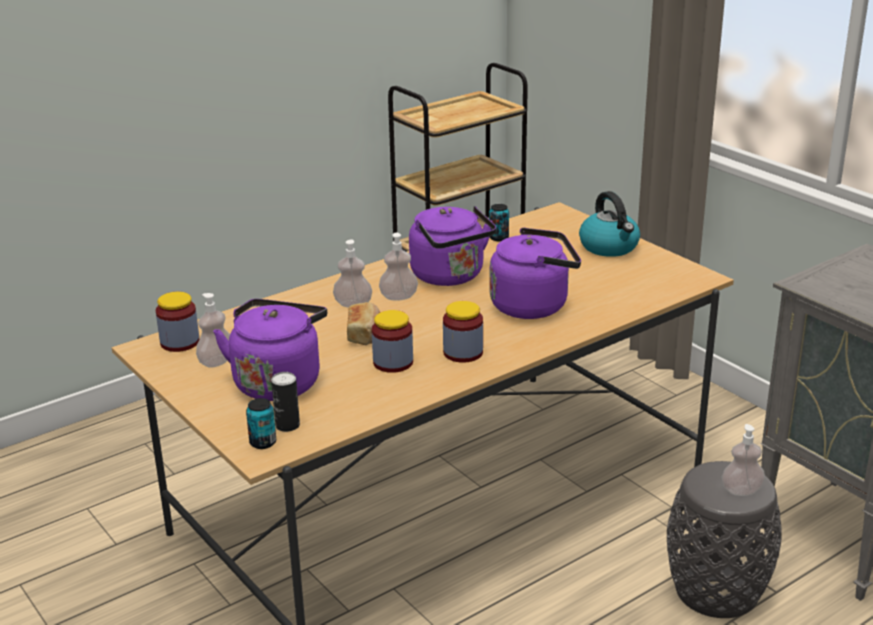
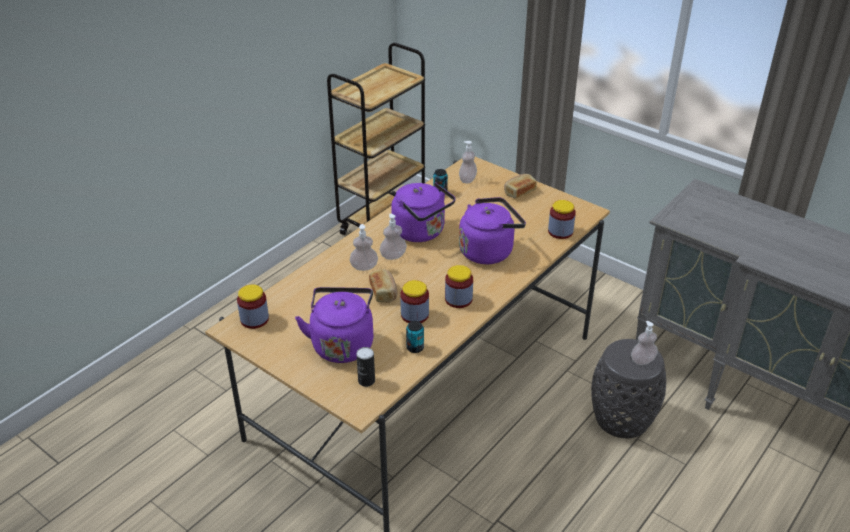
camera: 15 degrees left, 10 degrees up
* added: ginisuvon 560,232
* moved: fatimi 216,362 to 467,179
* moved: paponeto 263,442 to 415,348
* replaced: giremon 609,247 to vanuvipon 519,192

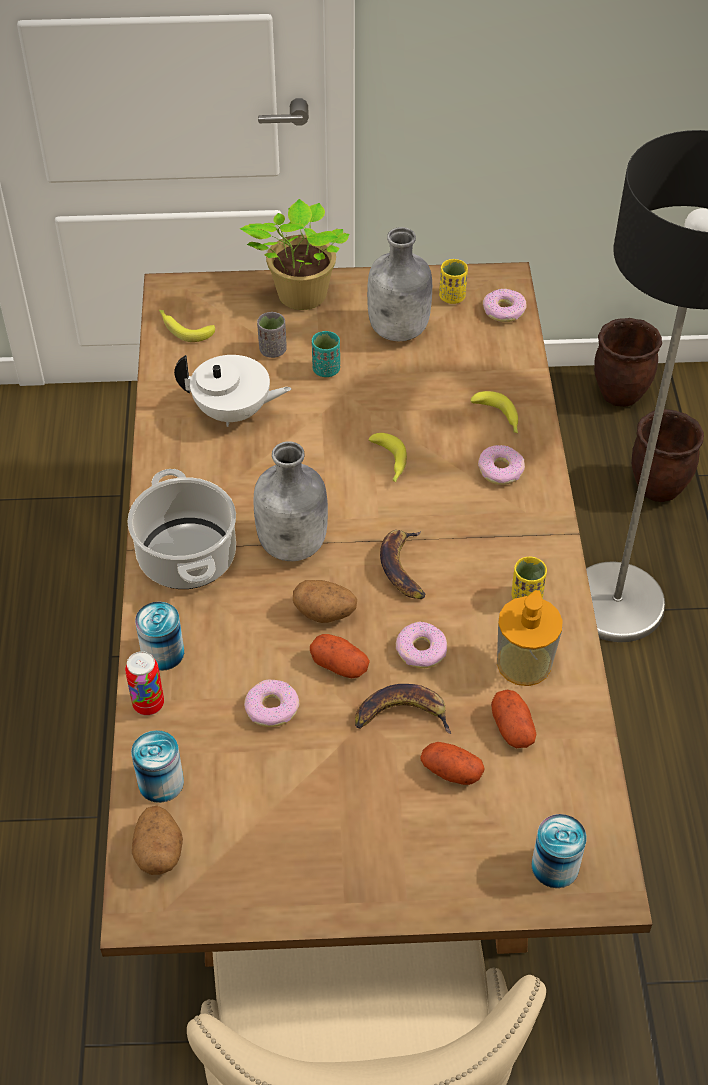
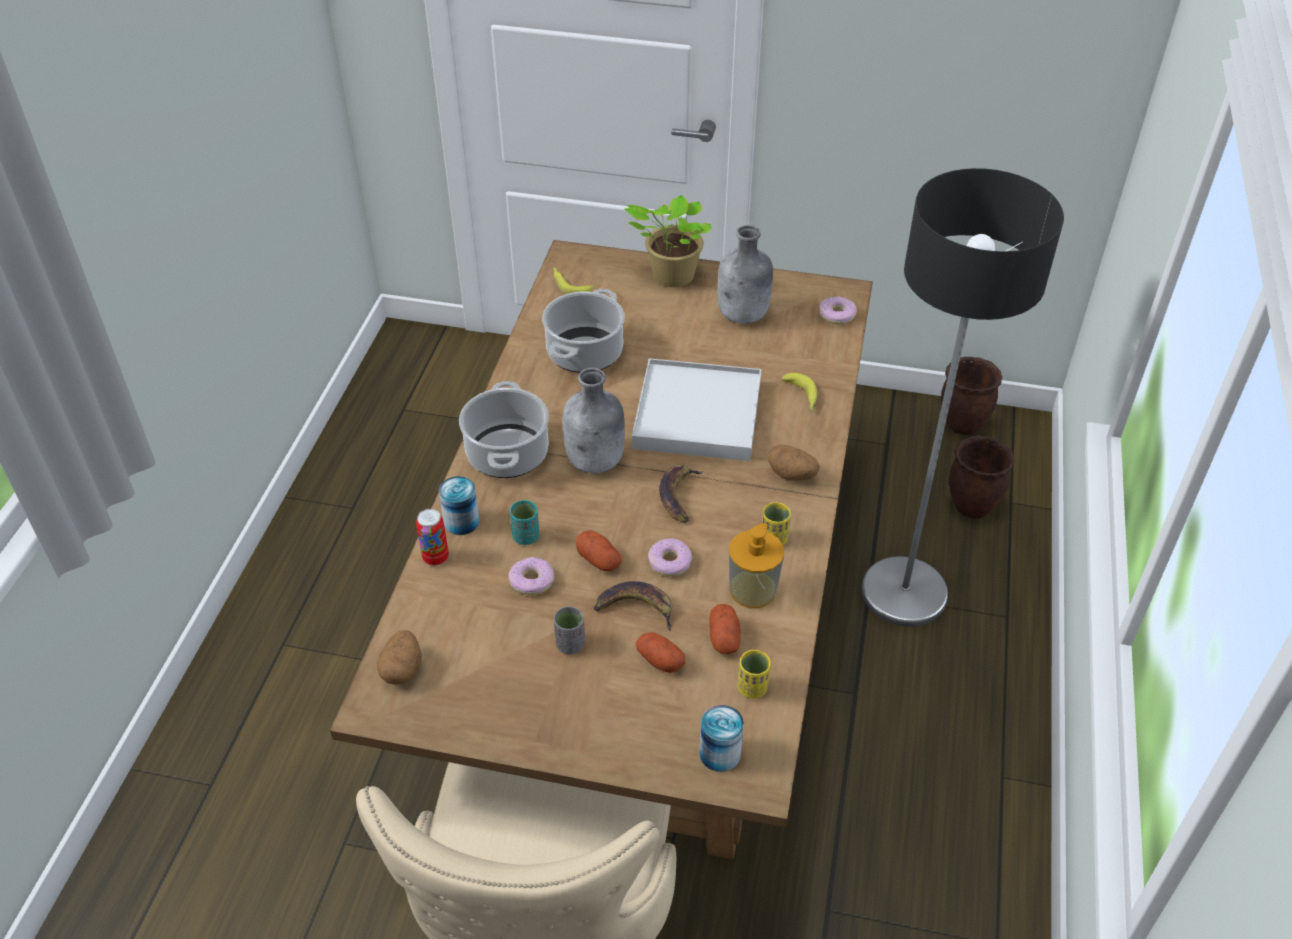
camera: 15 degrees right, 5 degrees down
* removed: paponeto 161,782
* removed: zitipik 500,470
* moved: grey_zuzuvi 272,350 to 570,644
* moved: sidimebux 325,613 to 792,475
* moved: turquoise_zuzuvi 326,370 to 526,536
* moved: yellow_zuzuvi 452,297 to 752,688
* replaced: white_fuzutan 233,412 to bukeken 585,354
* replaced: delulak 389,463 to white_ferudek 697,414

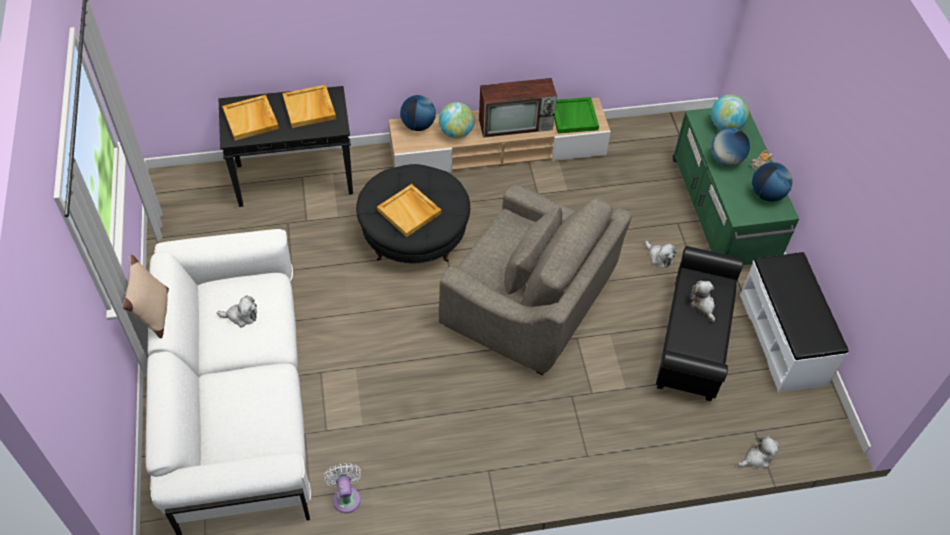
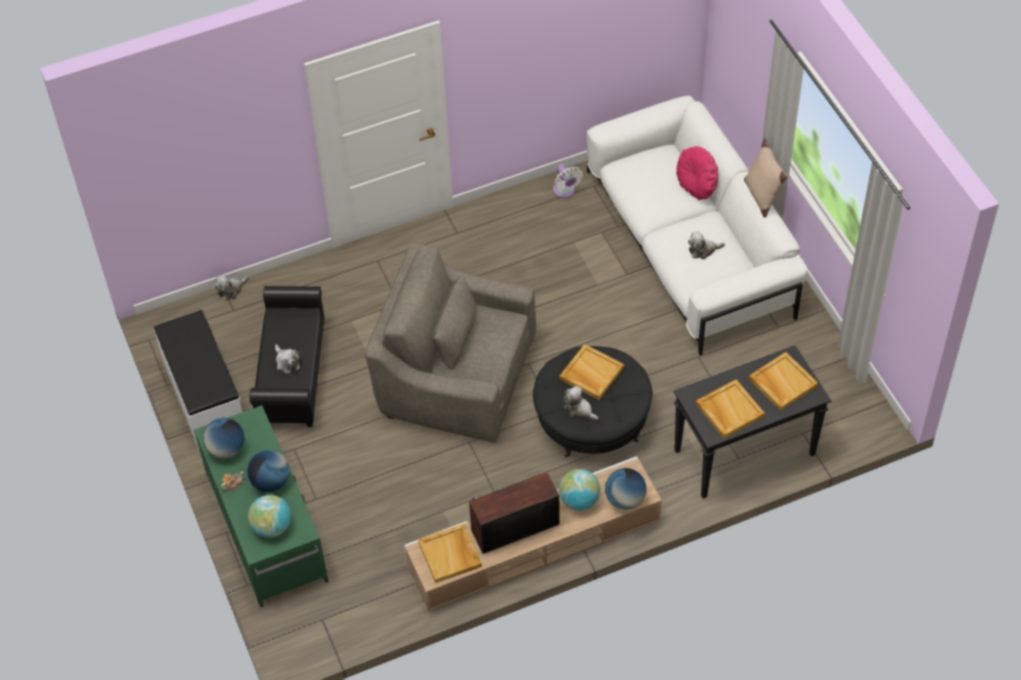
camera: 170 degrees right, 0 degrees up
* added: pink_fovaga 696,188
* moved: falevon 659,257 to 579,410
* recoloured: green_ferudek 573,116 to beige_ferudek 450,555

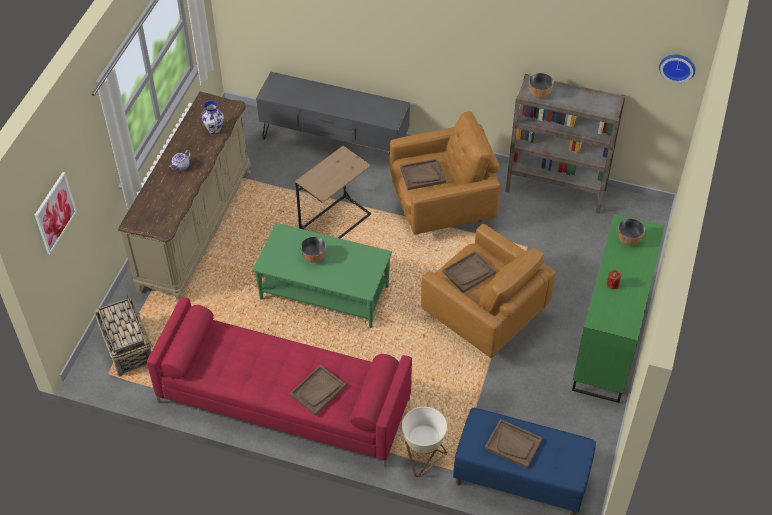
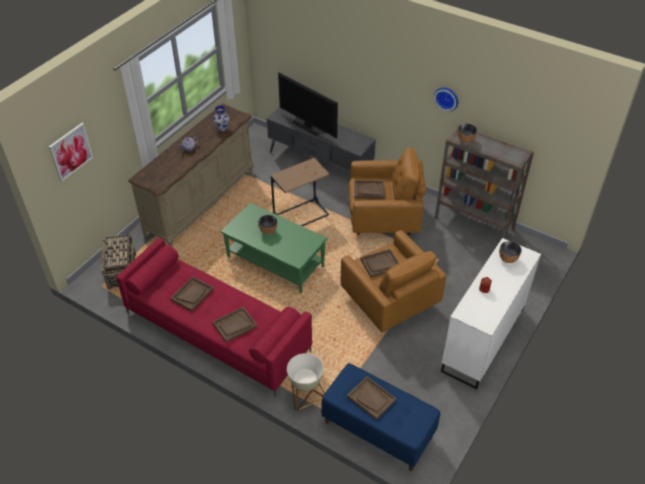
camera: 15 degrees right, 5 degrees down
* added: brown_ferudek 192,294
* added: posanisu 308,126
* moved: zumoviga 677,66 to 447,98
* recoloured: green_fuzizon 610,340 to white_fuzizon 484,340

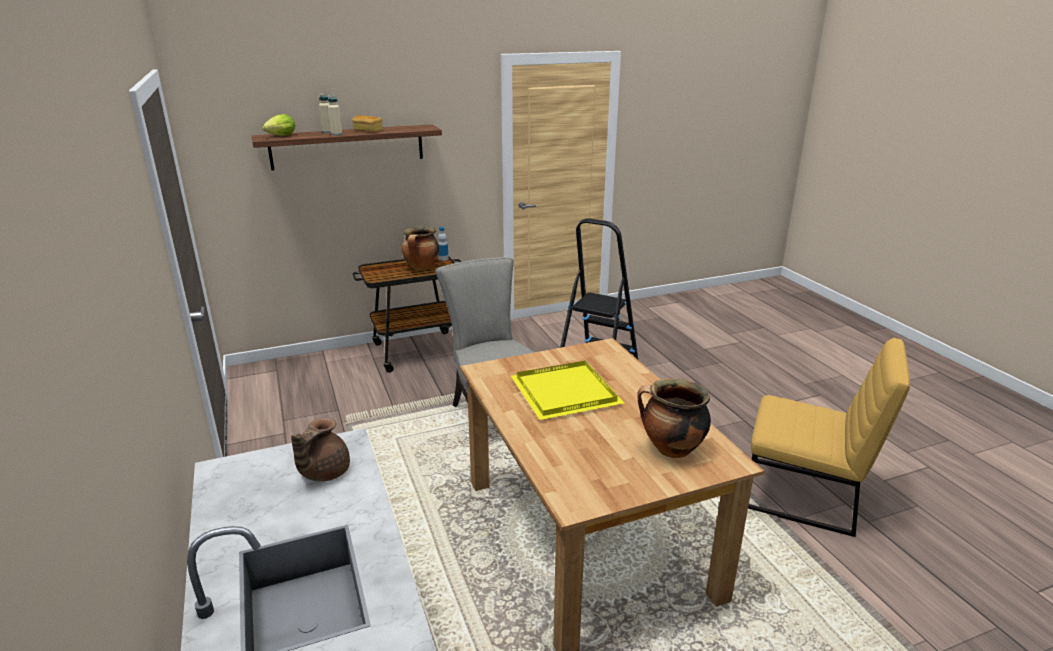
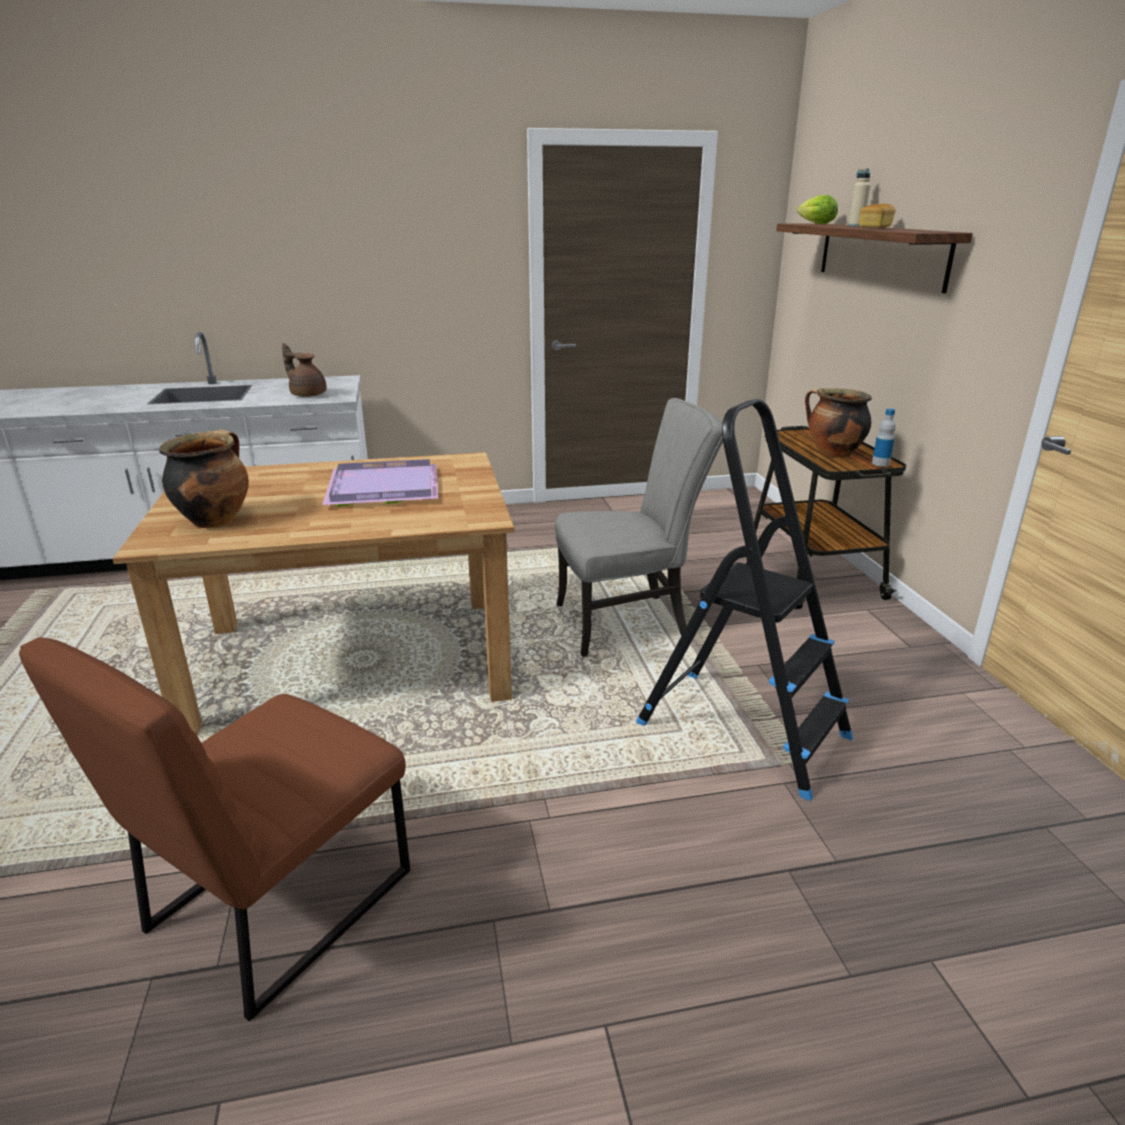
camera: 100 degrees right, 0 degrees up
* removed: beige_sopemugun 336,134
* recoloured: yellow_ferudek 563,392 to purple_ferudek 386,487
* recoloured: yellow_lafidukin 804,497 to brown_lafidukin 274,904

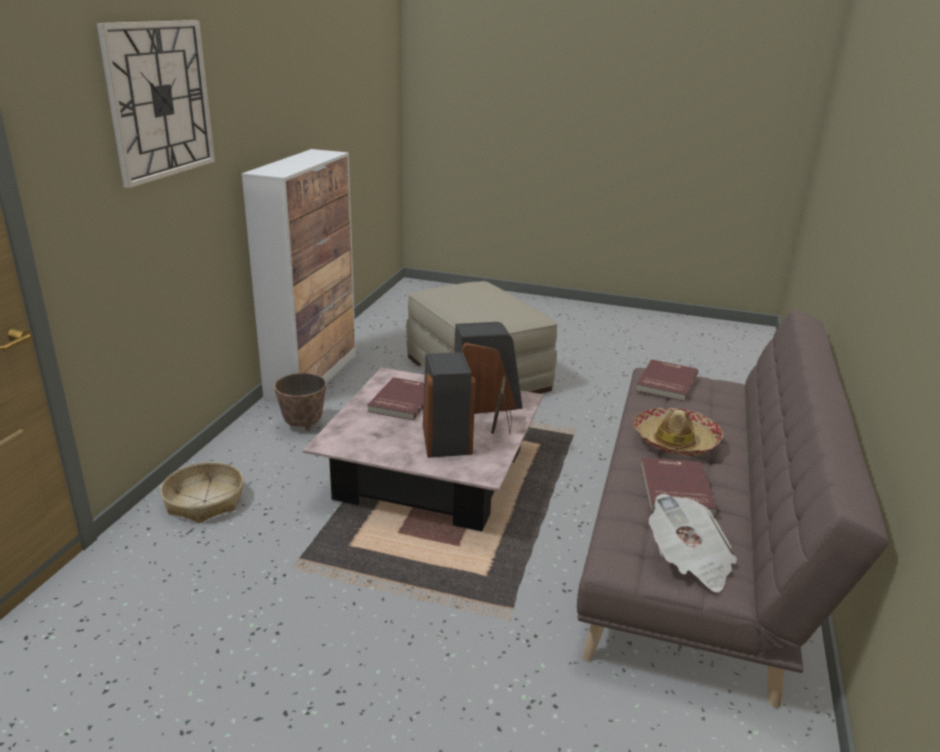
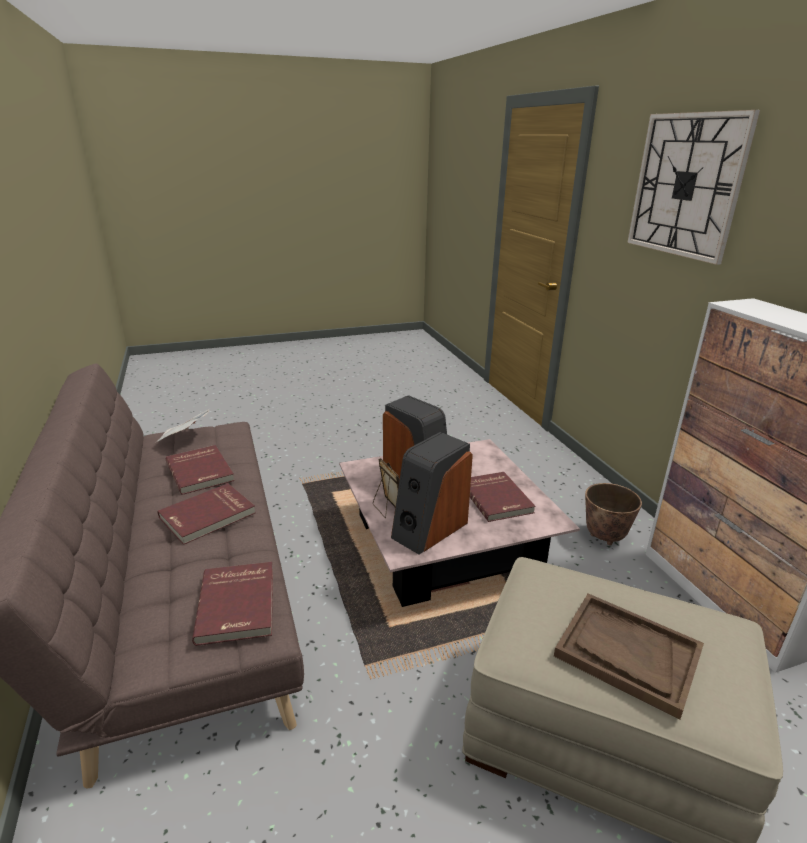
camera: 145 degrees right, 0 degrees up
* removed: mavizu 205,501
* added: brown_ferudek 627,654
* replaced: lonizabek 675,440 to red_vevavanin 208,516

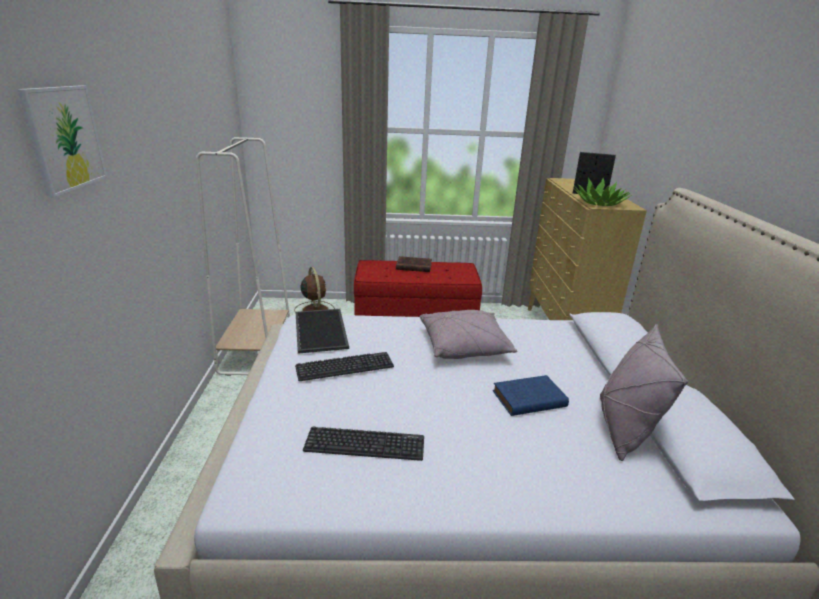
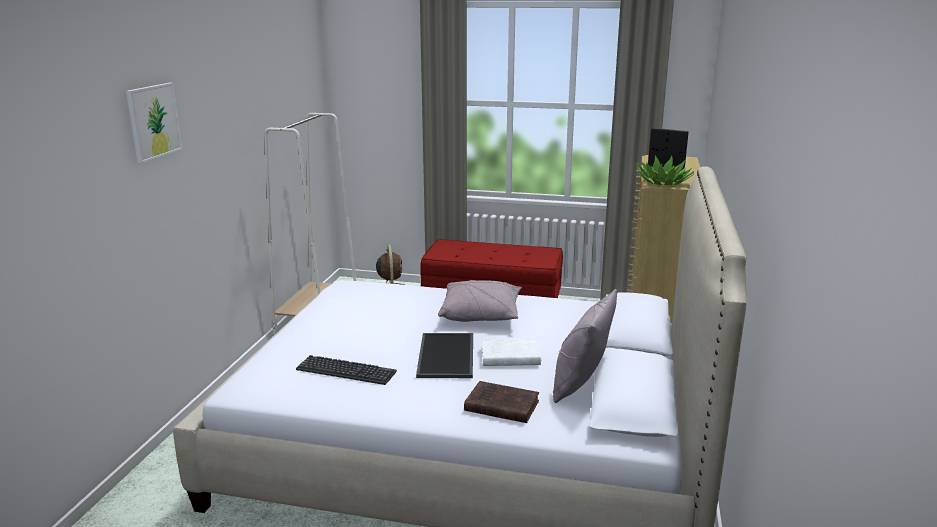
camera: 15 degrees right, 5 degrees down
* removed: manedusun 345,367
* moved: ferudek 322,330 to 447,356
* moved: brown_vevavanin 412,266 to 500,406
* recoloured: blue_vevavanin 527,399 to white_vevavanin 508,357

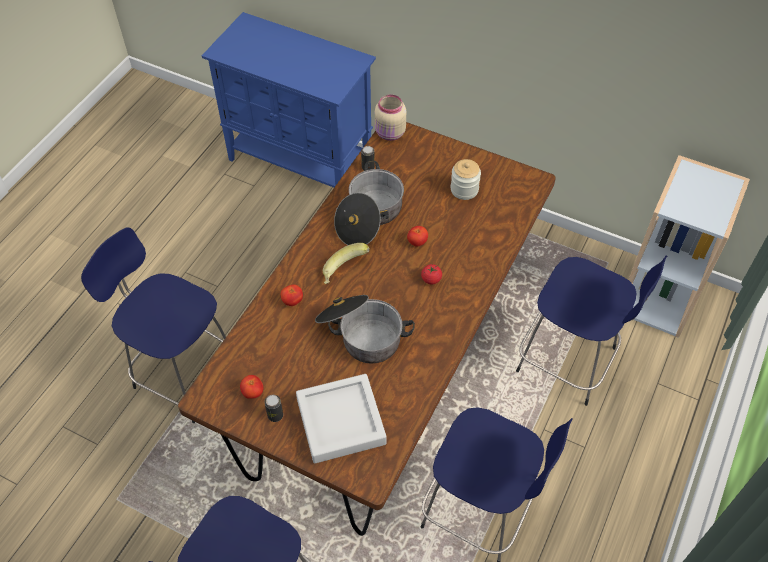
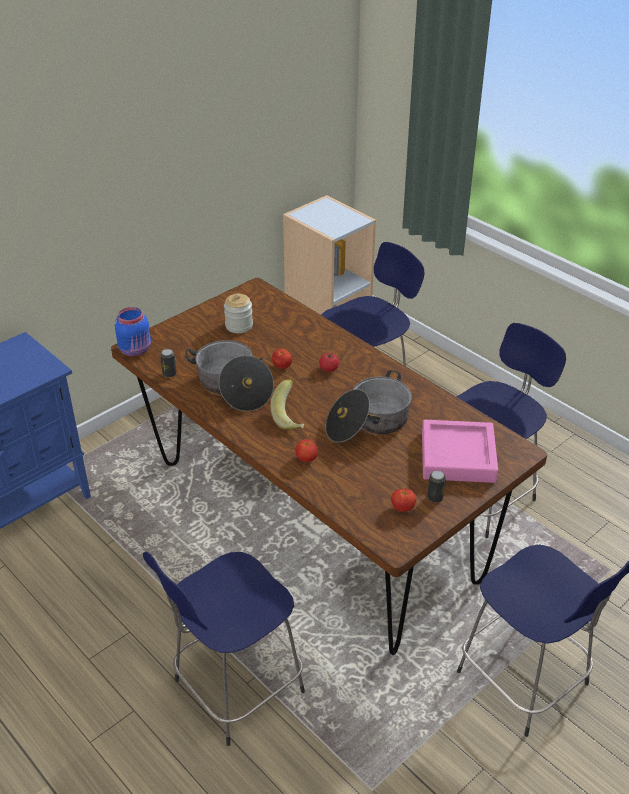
camera: 70 degrees left, 15 degrees down
* recoloured: grey_ferudek 341,421 to pink_ferudek 457,457
* recoloured: beige_ginisuvon 390,133 to blue_ginisuvon 136,350

